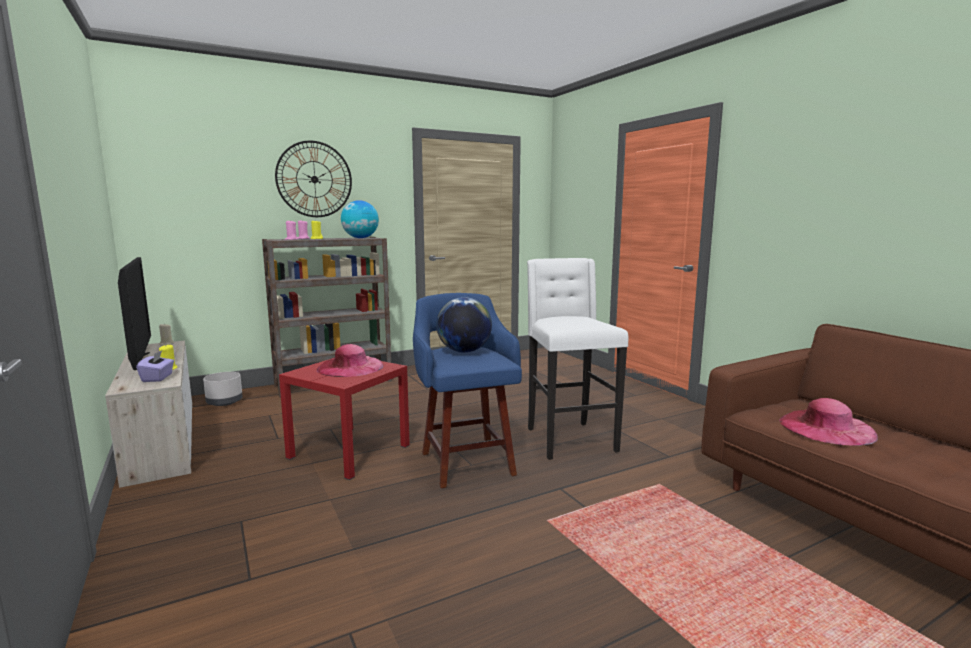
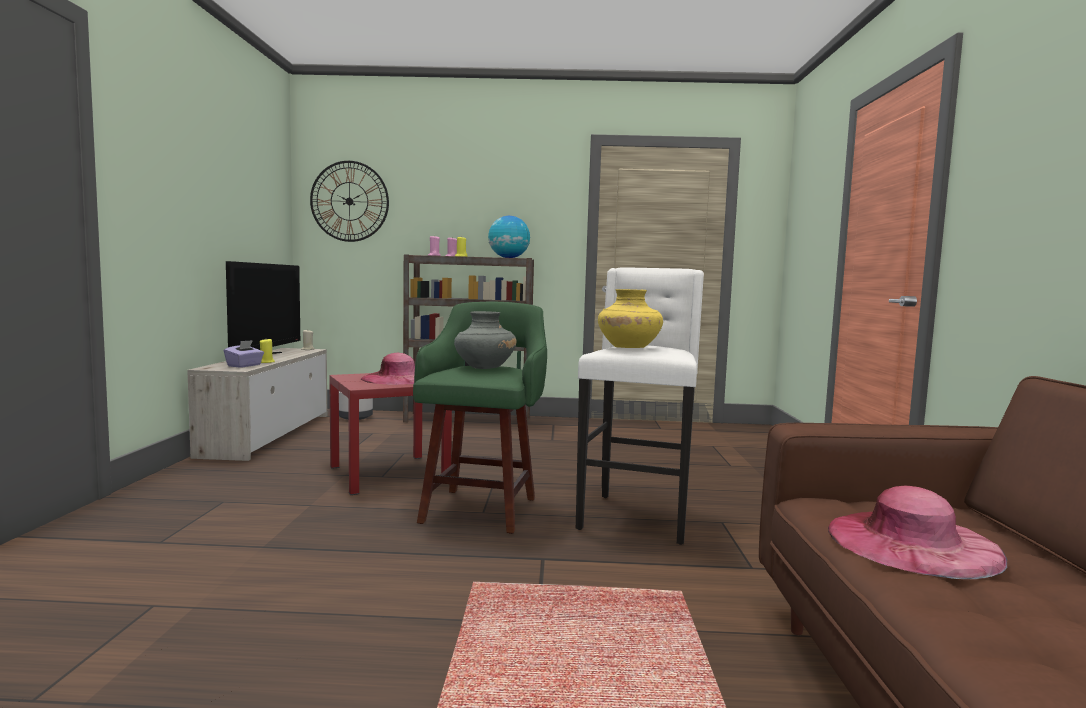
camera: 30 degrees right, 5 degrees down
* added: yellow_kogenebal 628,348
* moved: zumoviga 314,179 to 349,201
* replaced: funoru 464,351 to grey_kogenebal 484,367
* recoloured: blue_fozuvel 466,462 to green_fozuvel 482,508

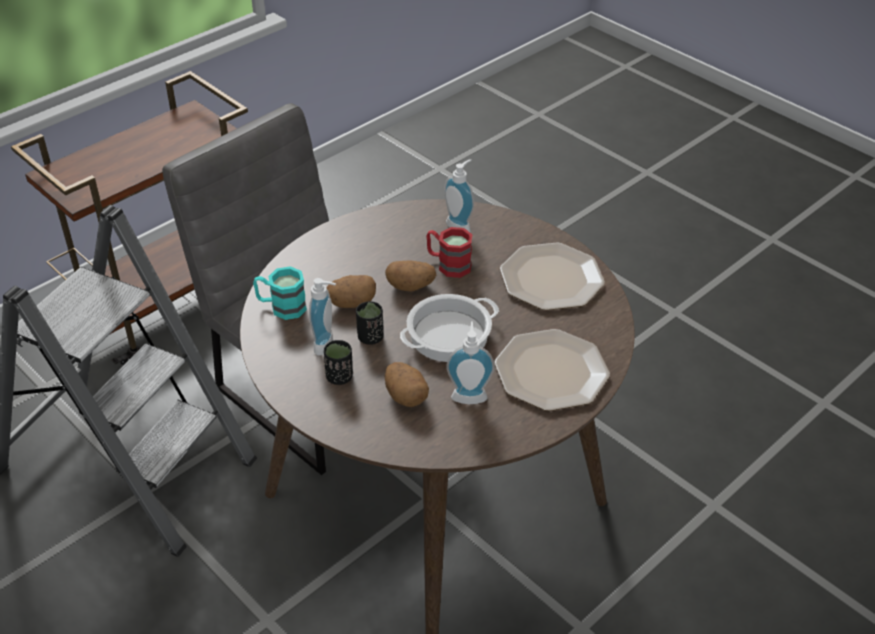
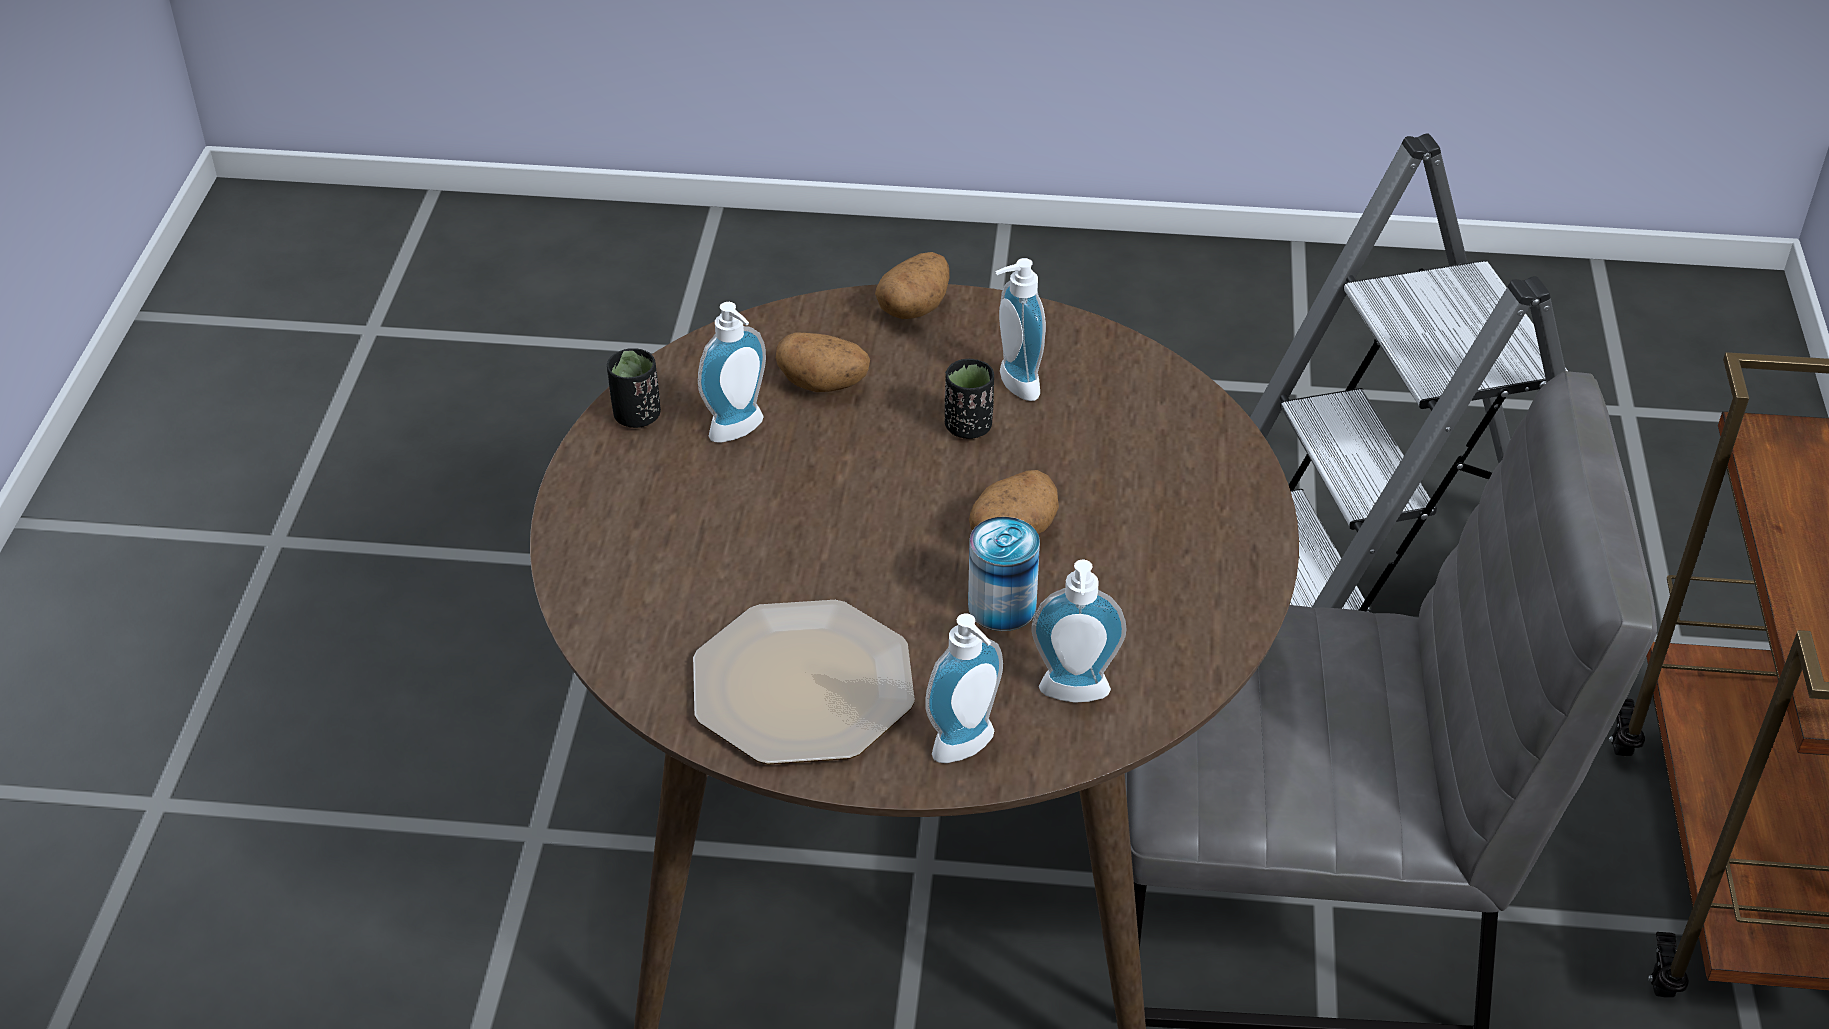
camera: 140 degrees right, 0 degrees up
* removed: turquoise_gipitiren 281,307
* removed: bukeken 449,336
* removed: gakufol 550,372
* added: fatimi 968,749
* moved: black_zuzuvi 339,377 to 637,416
* moved: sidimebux 351,303 to 914,308
* replaced: red_gipitiren 448,264 to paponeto 1002,606

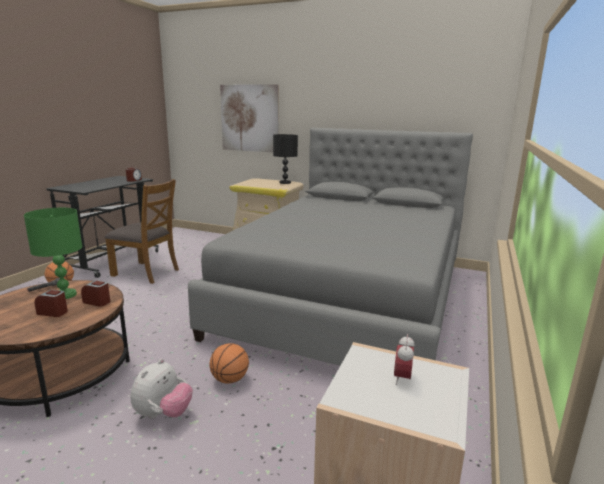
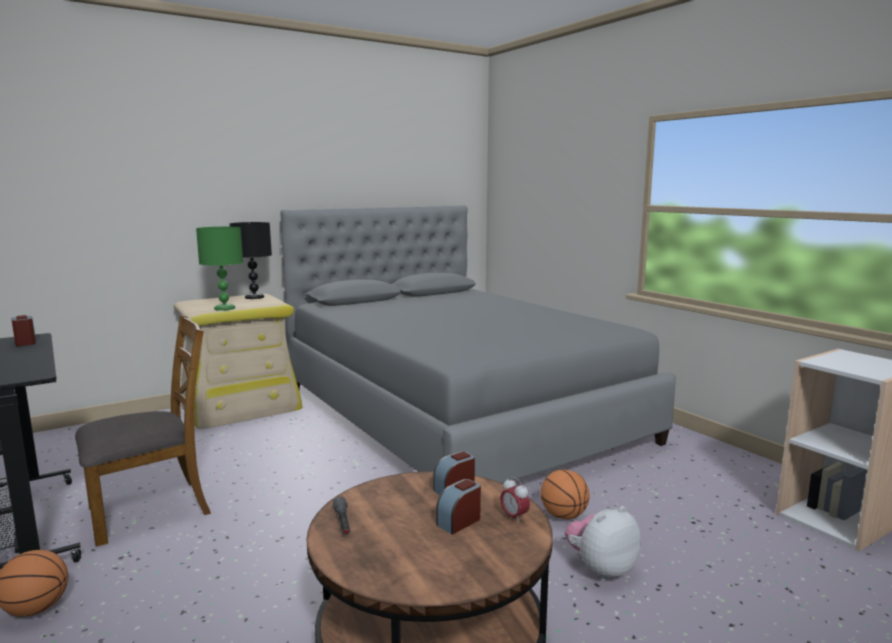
camera: 55 degrees left, 5 degrees down
* removed: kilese 249,118
* moved: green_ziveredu 65,295 to 225,308
* moved: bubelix 402,378 to 514,517
* turned: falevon 163,414 = 601,569 90 degrees counterclockwise

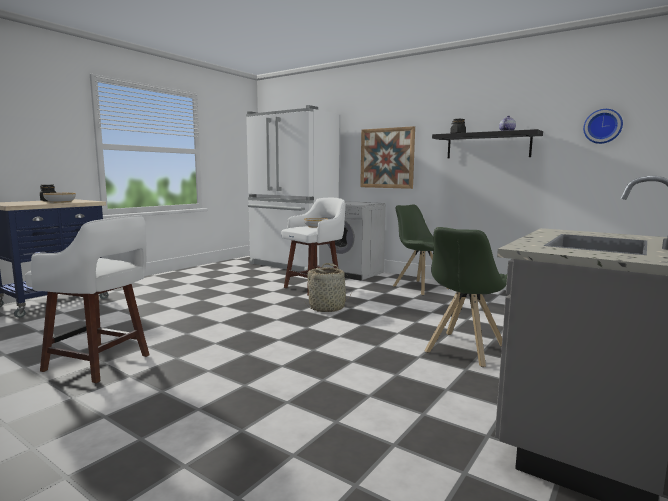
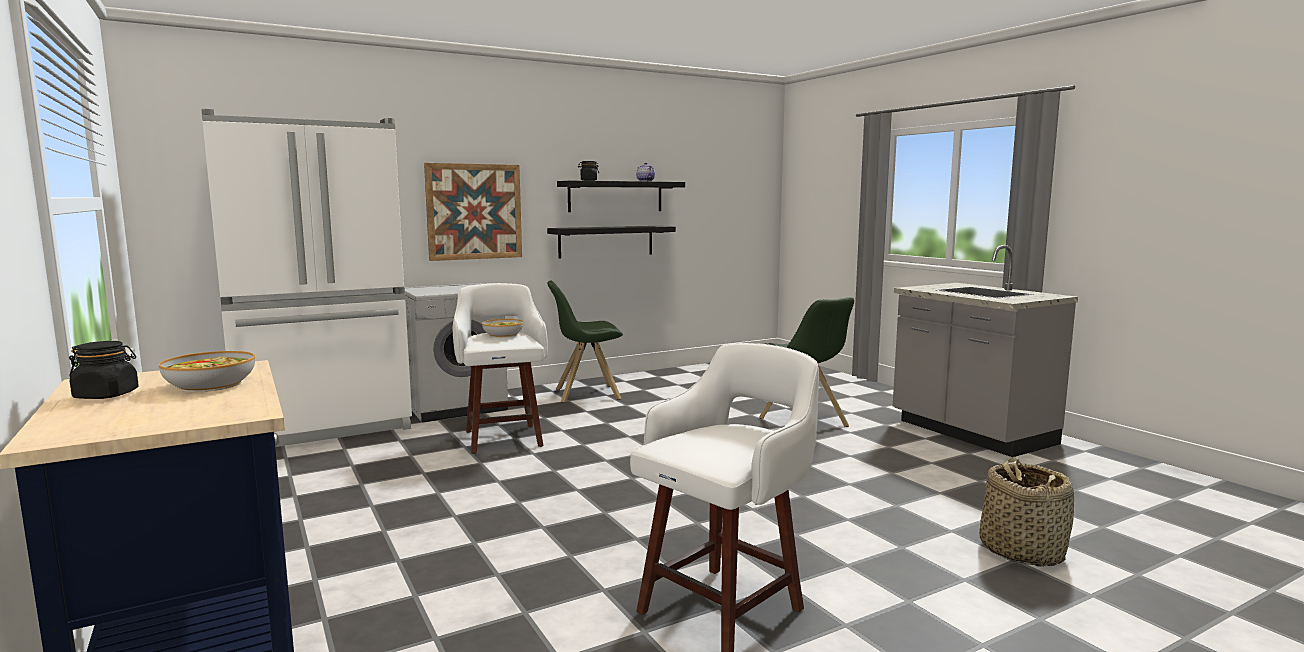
camera: 65 degrees left, 0 degrees up
* removed: zumoviga 602,126
* added: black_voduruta 606,241
* moved: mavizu 327,308 to 1021,550

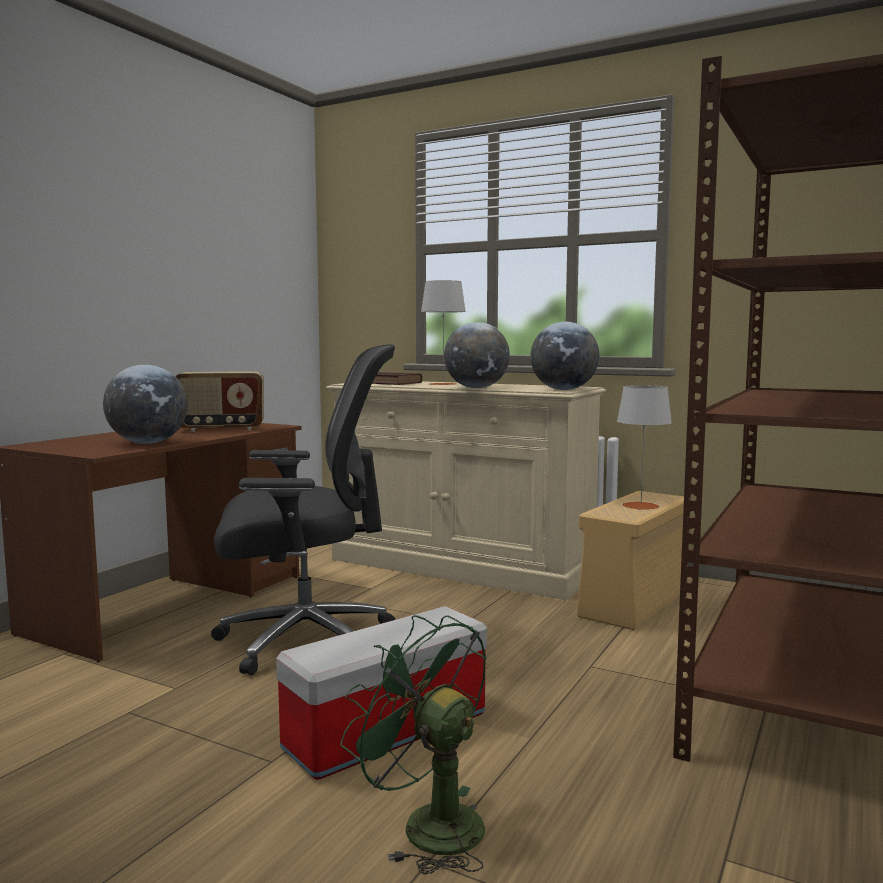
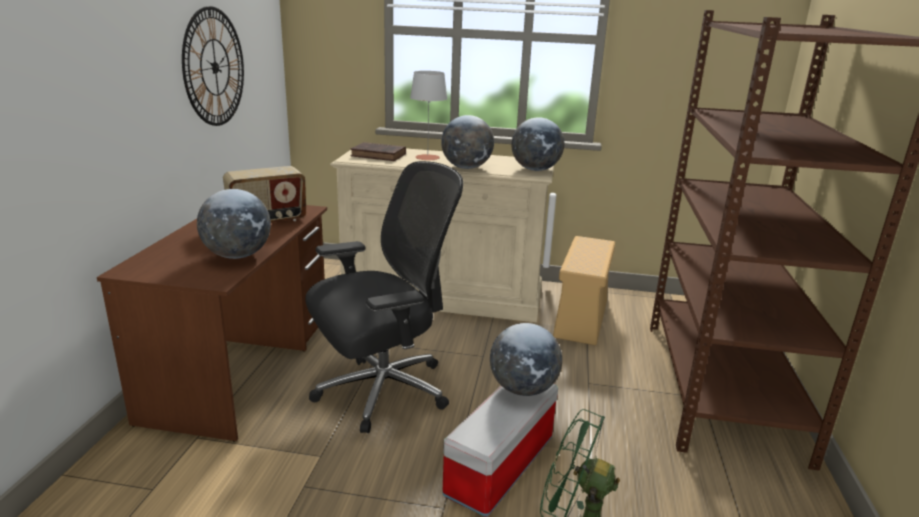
camera: 20 degrees left, 15 degrees up
* removed: grey_ziveredu 641,506
* added: zumoviga 214,67
* added: funoru 523,389

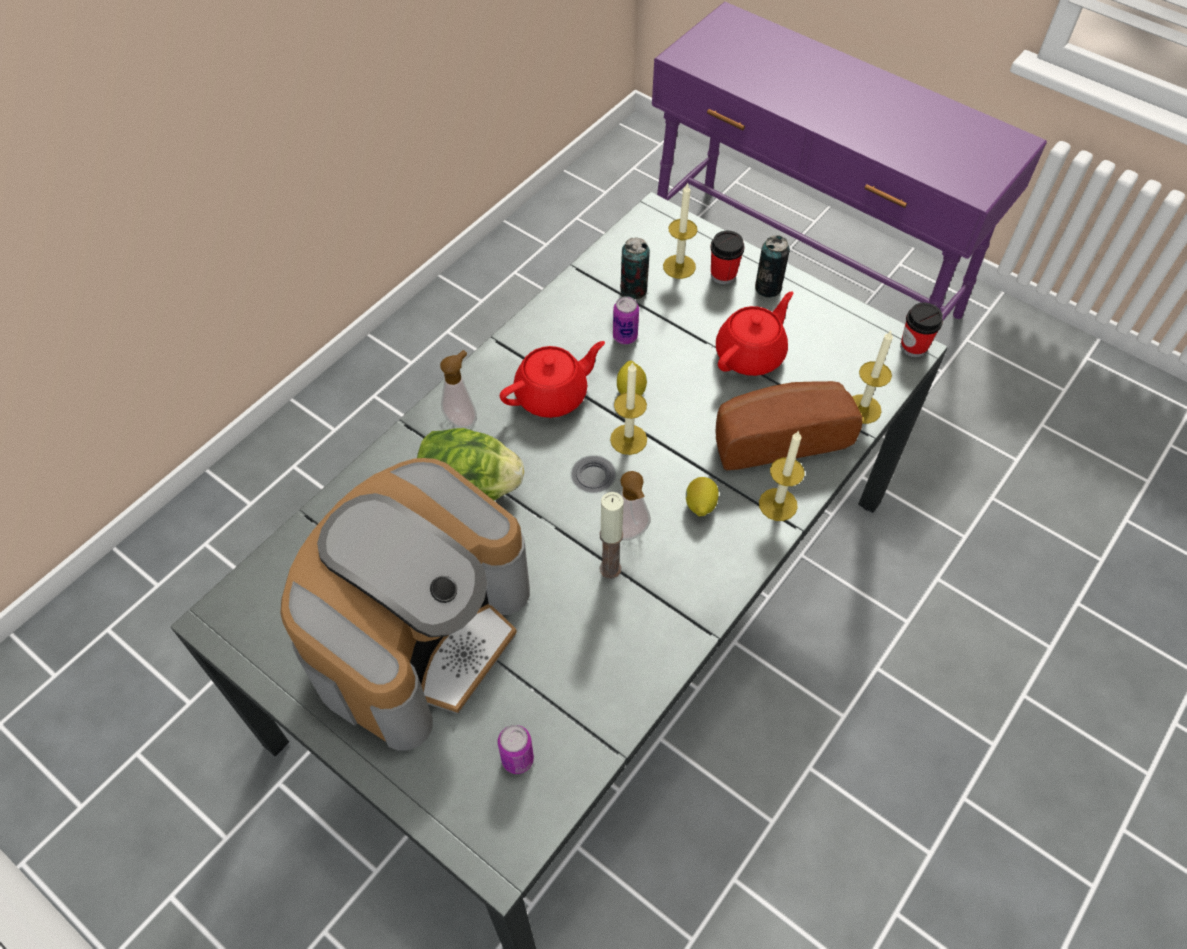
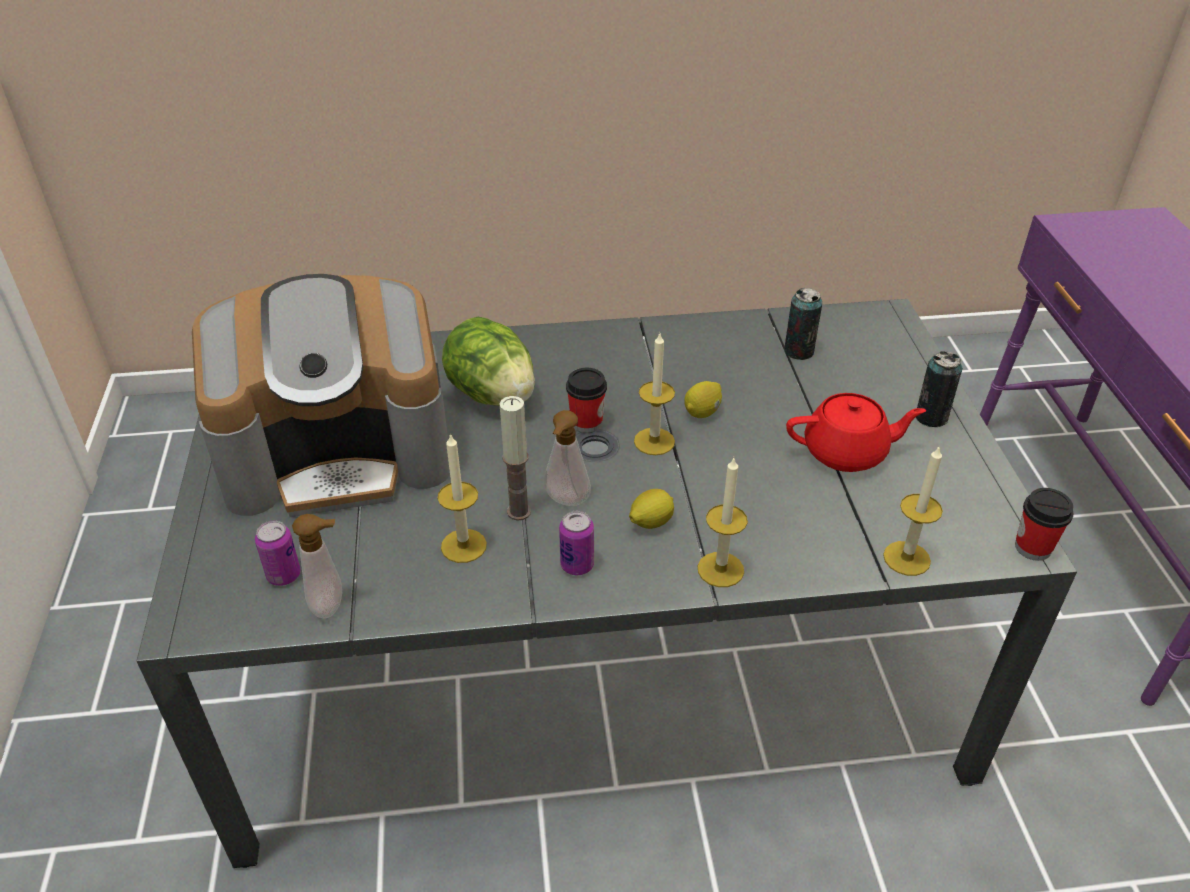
camera: 45 degrees right, 15 degrees down
* removed: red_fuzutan 553,395
* removed: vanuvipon 777,436
* moved: fatimi 462,419 to 331,605
* moved: paponeto 625,336 to 577,565
* moved: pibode 679,266 to 463,546
* moved: zuzuvi 723,275 to 586,423

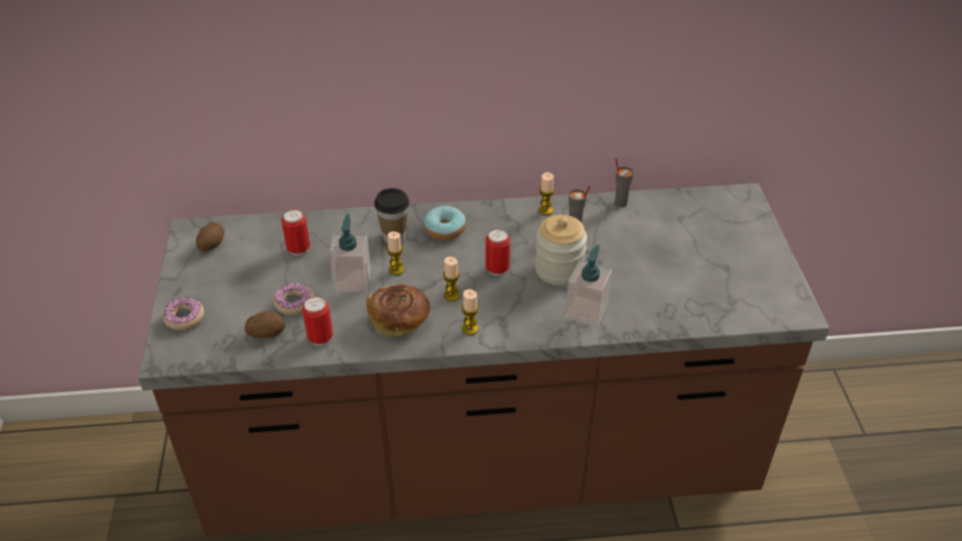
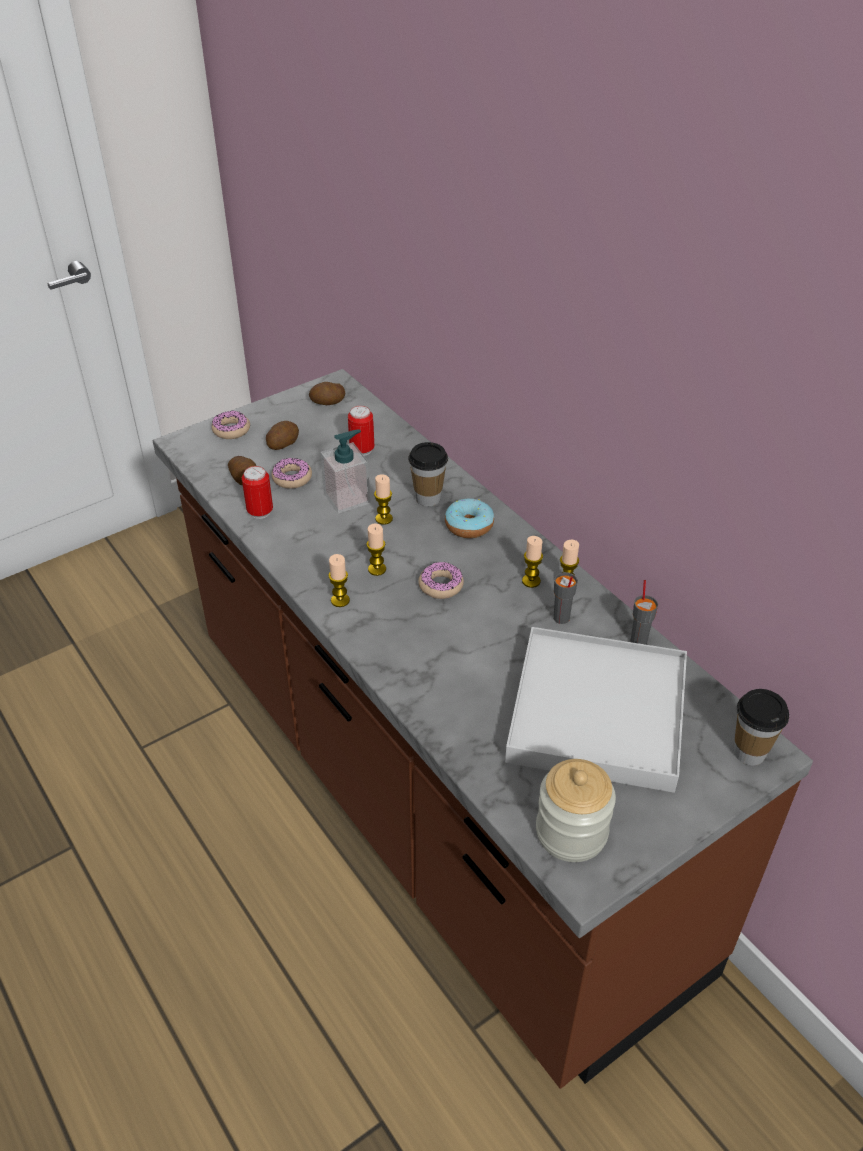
camera: 60 degrees right, 0 degrees up
* removed: vanuvipon 400,321
* removed: fatimi 586,311
* added: sidimebux 282,444
* added: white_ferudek 597,712
* added: pibode 531,581
* added: zuzuvi 749,752
* moved: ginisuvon 559,269 to 571,832
* replaced: paponeto 497,269 to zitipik 441,585

